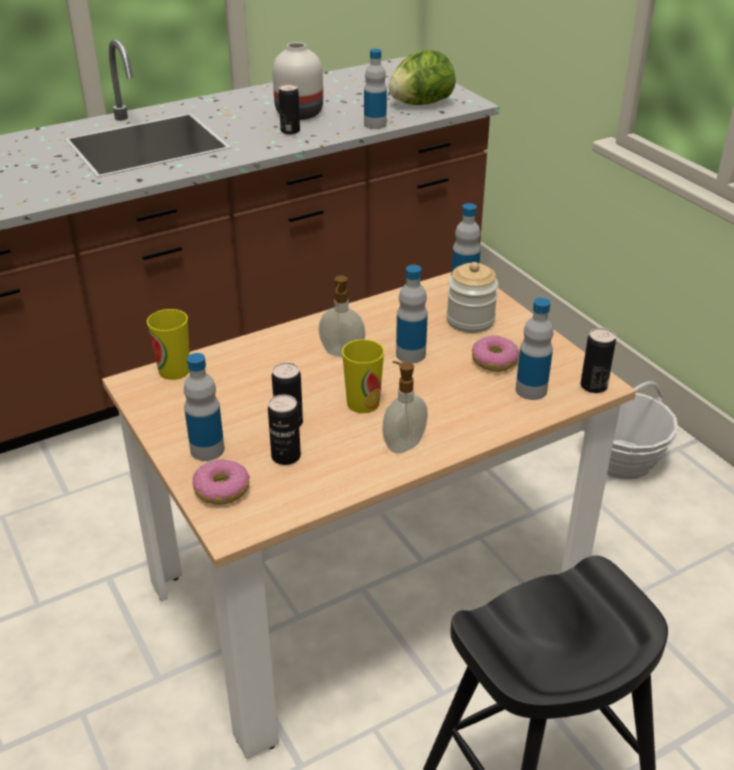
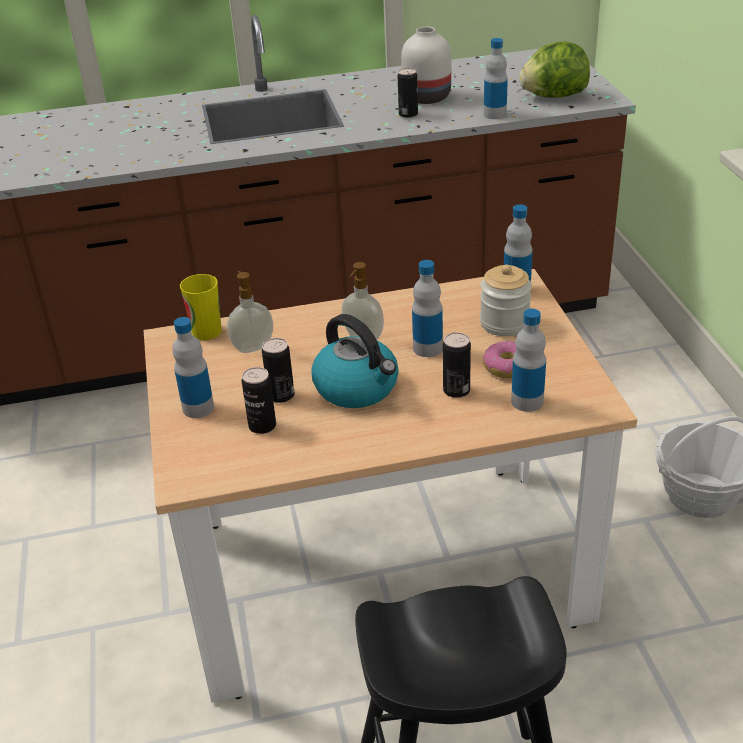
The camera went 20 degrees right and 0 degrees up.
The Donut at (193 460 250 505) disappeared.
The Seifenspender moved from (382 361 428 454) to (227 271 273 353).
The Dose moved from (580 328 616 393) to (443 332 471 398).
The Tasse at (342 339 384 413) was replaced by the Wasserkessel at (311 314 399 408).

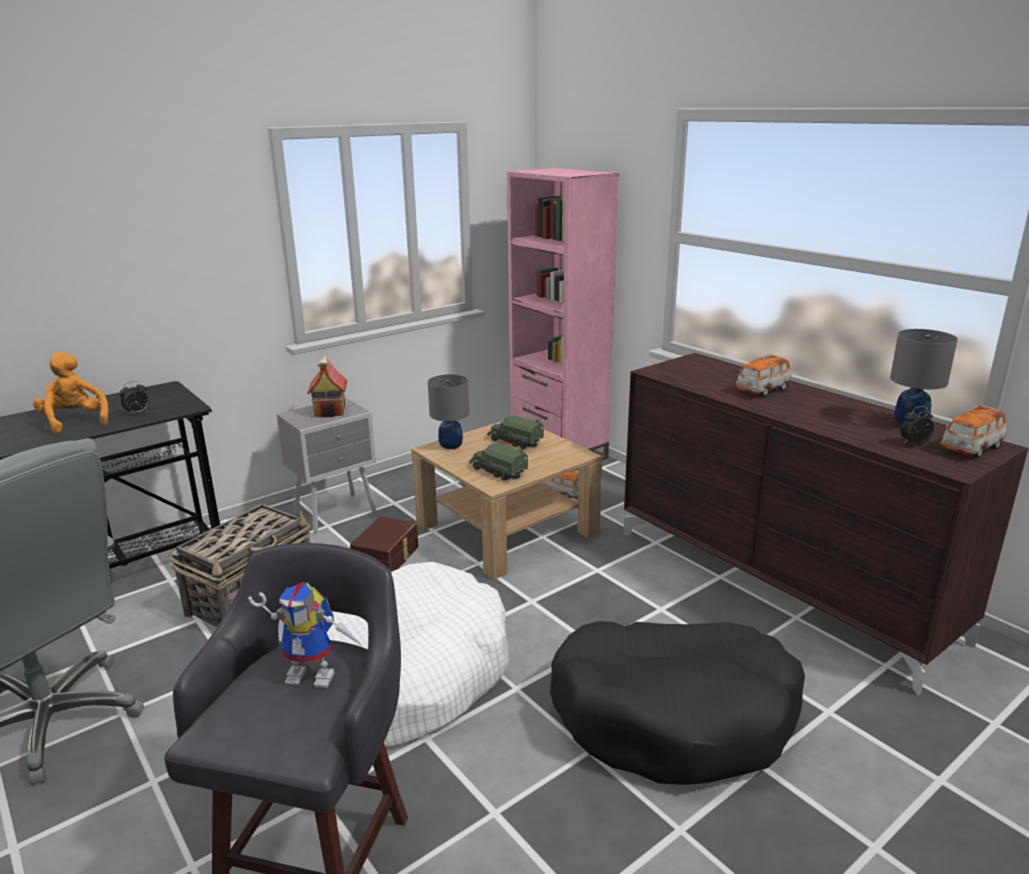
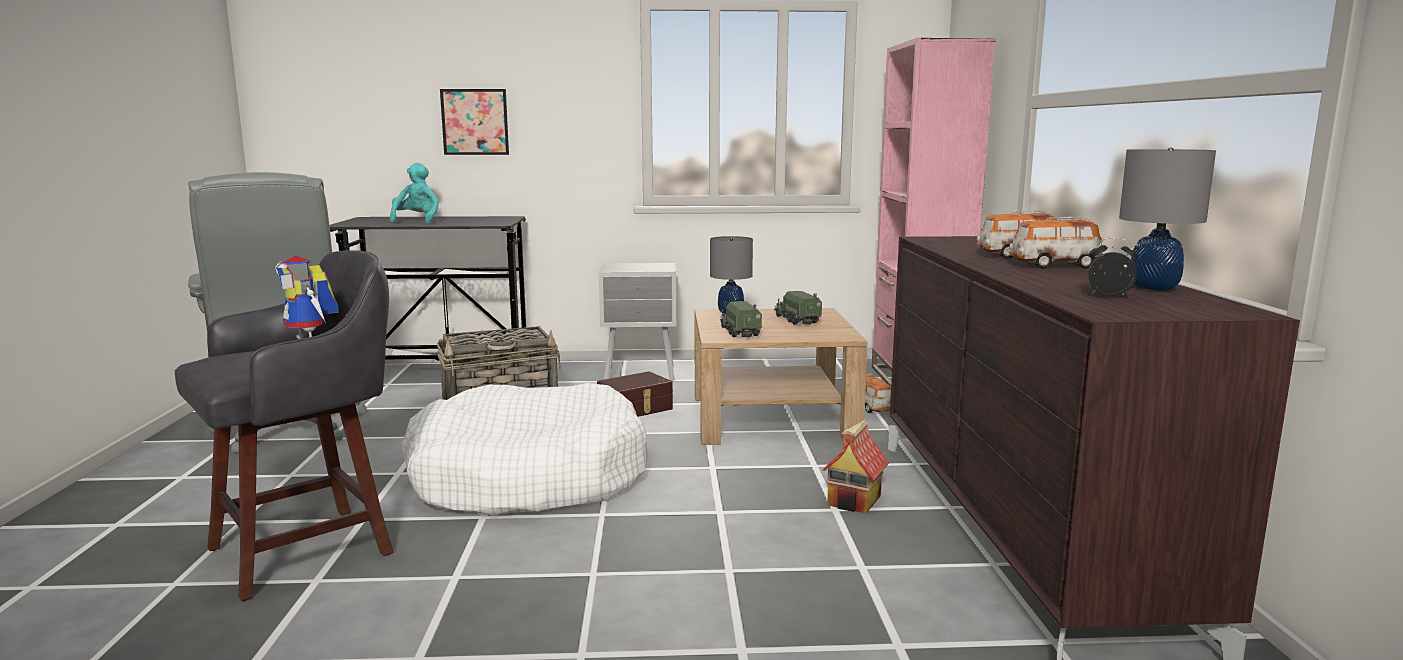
The camera went 35 degrees right and 10 degrees down.
The Wecker at (119 381 149 416) disappeared.
The Hundebett (schwarz) at (550 621 805 785) disappeared.
The Bild at (440 89 509 155) appeared.
The Spielzeughaus moved from (307 354 347 417) to (823 419 889 514).
The Spielzeugauto moved from (940 404 1007 458) to (1009 216 1103 268).
The Plüschtier (orange) at (33 352 109 434) became the Plüschtier (türkis) at (390 163 439 224).

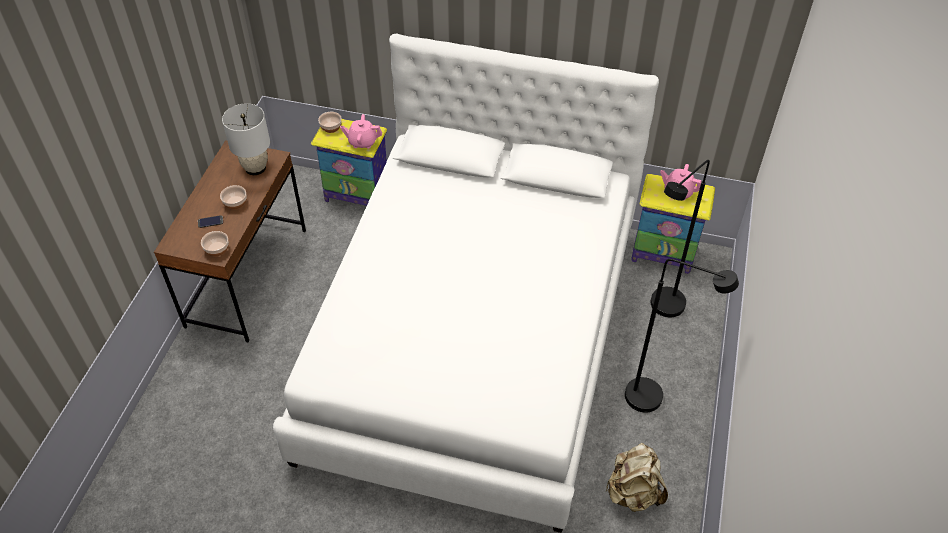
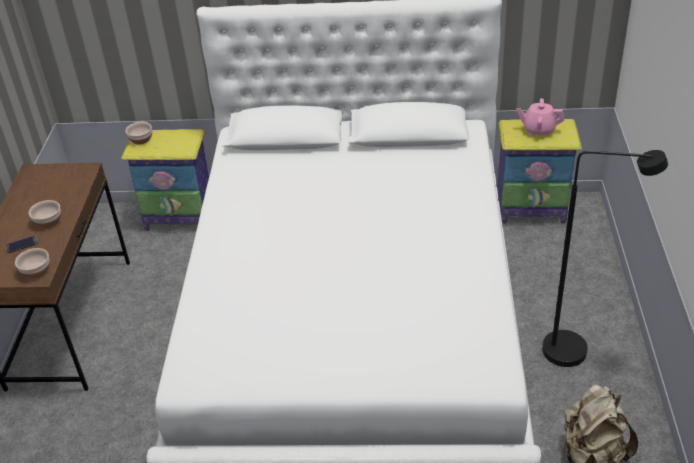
The camera went 10 degrees left and 10 degrees down.
The Tischlampe (weiß) at (222 103 270 175) disappeared.
The Teekanne (rosa) at (340 114 382 149) disappeared.
The Stehlampe (schwarz) at (651 160 710 317) disappeared.

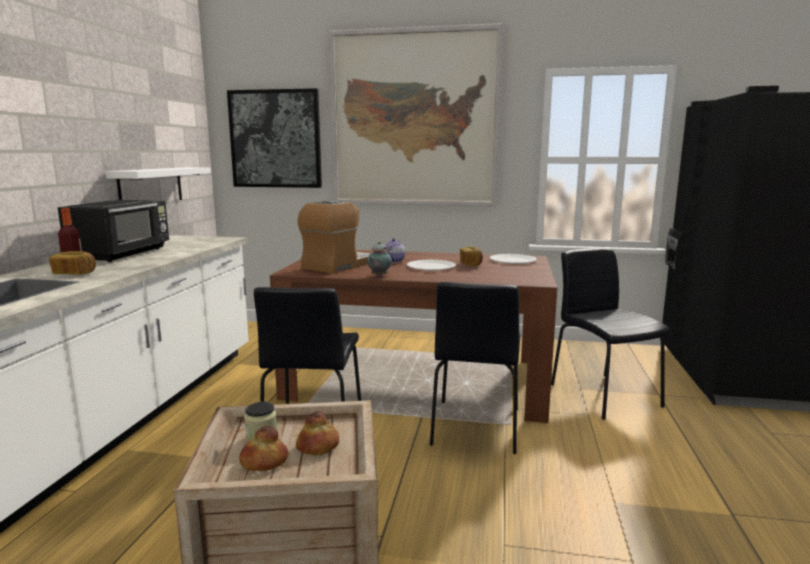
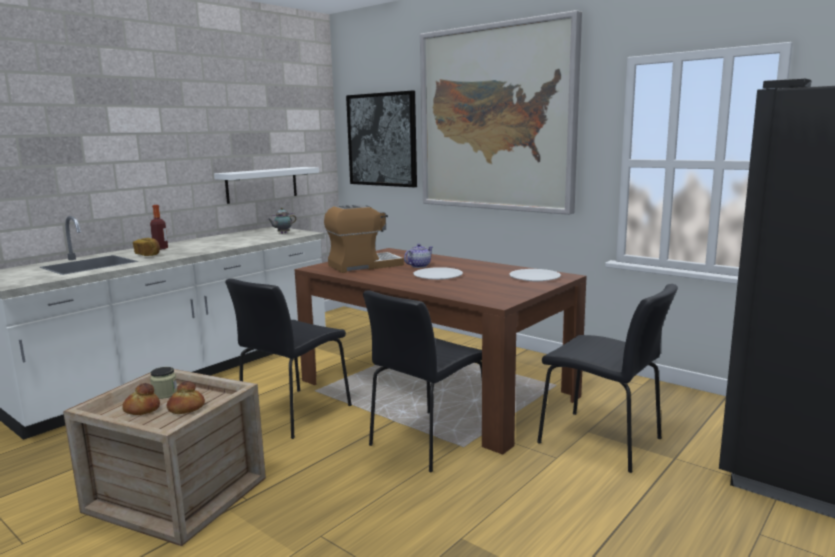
The camera went 30 degrees right and 0 degrees up.
The Mikrowelle (schwarz) at (58 200 169 262) disappeared.
The Brot at (460 247 483 266) disappeared.
The Teekanne moved from (367 241 392 277) to (267 208 296 234).
The Stuhl (schwarz) at (551 248 671 420) turned 120 degrees clockwise.

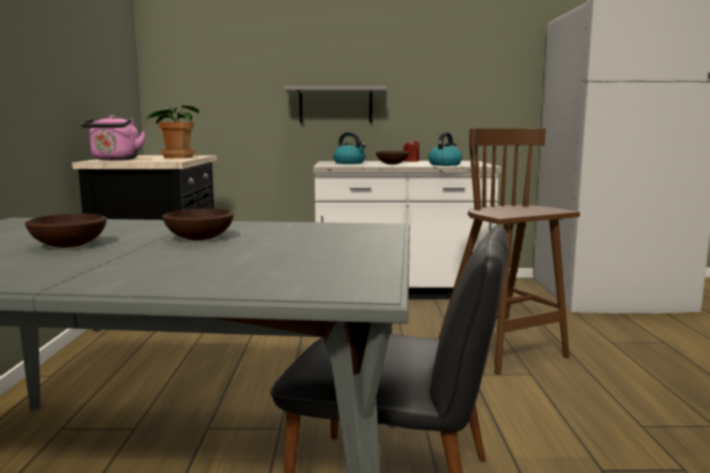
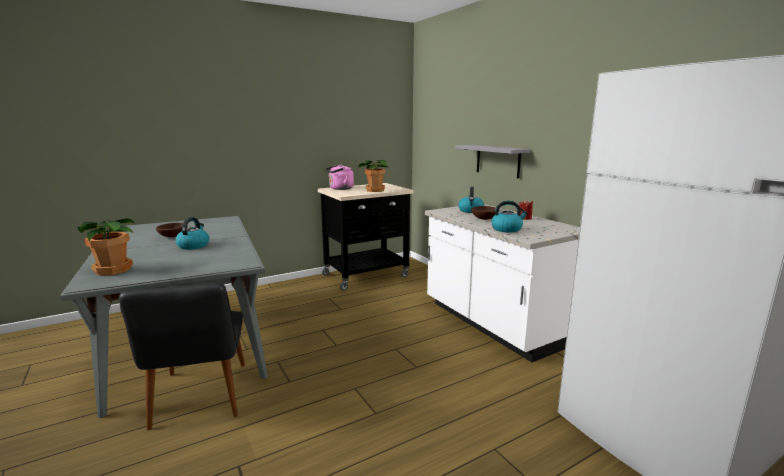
The camera went 60 degrees right and 5 degrees up.
The Hocker (braun) at (438 128 580 375) disappeared.
The Topfpflanze at (78 218 134 276) appeared.
The Schüssel (braun) at (162 209 234 240) was replaced by the Wasserkessel at (175 217 209 250).

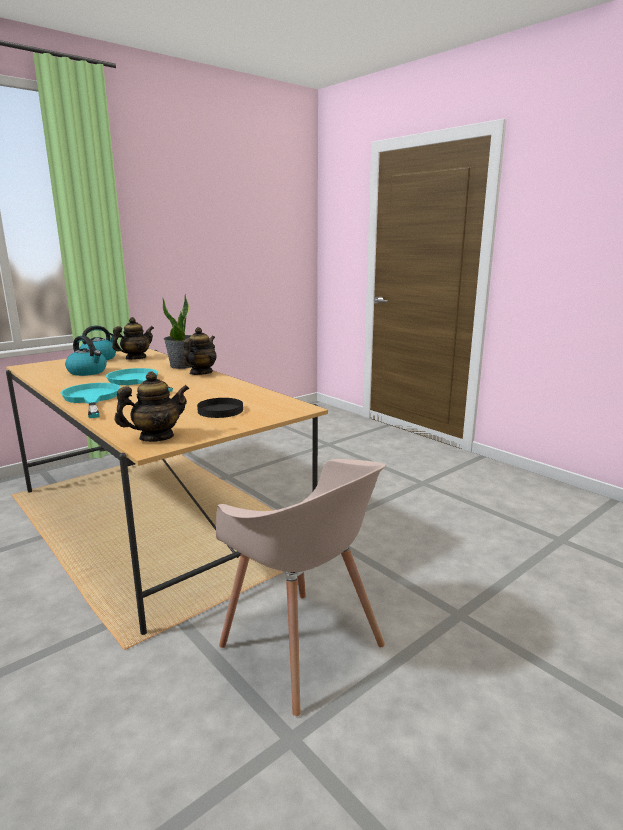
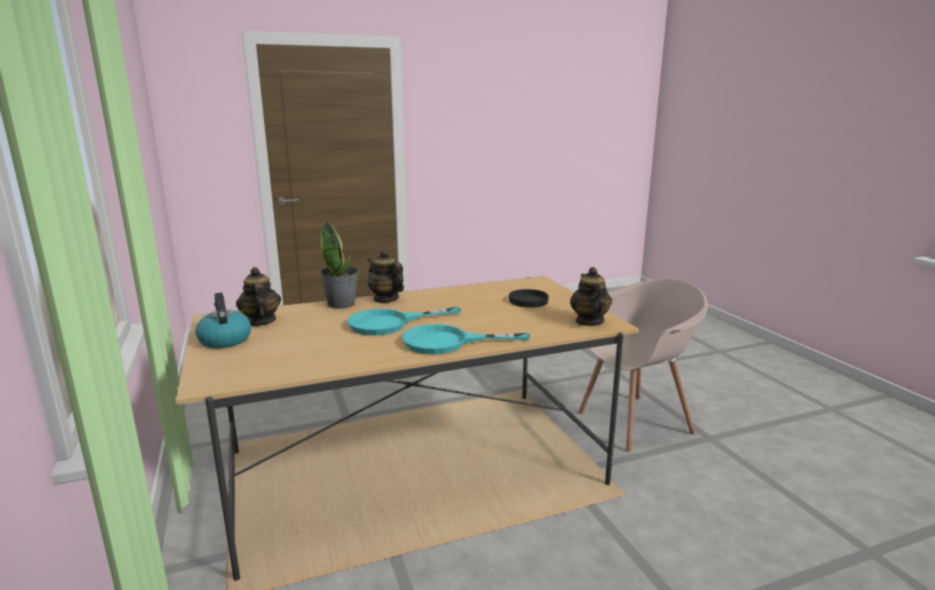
The camera went 70 degrees left and 0 degrees up.
The Wasserkessel at (65 336 107 376) disappeared.

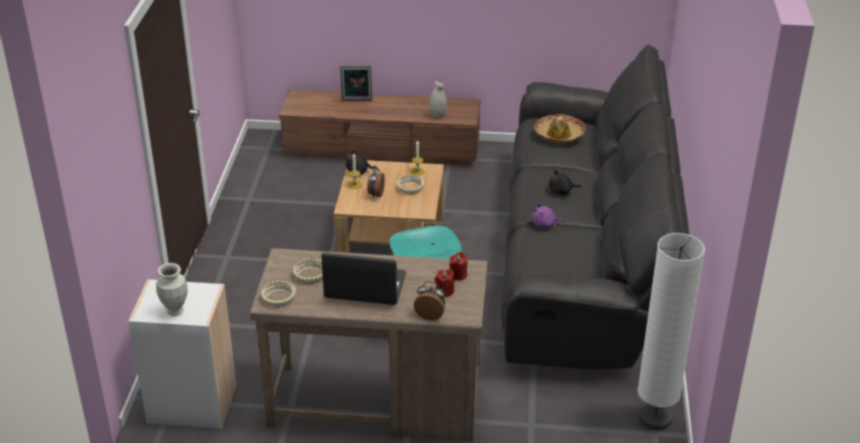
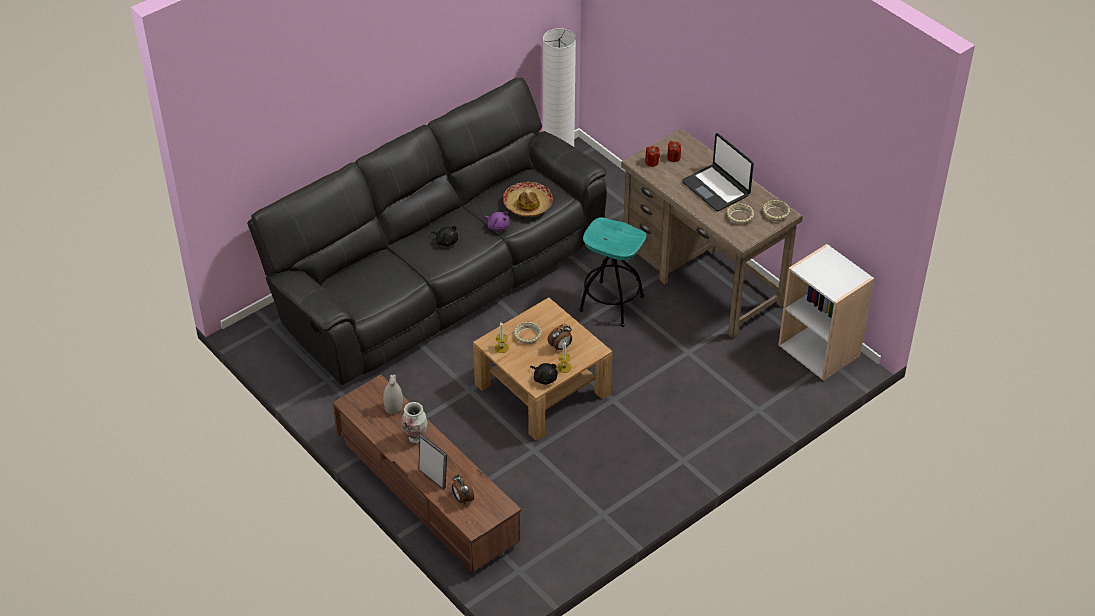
The camera went 135 degrees left and 10 degrees up.
The Vase moved from (156 263 188 316) to (402 402 428 443).
The Wecker moved from (414 281 445 320) to (452 474 474 504).
The Hut moved from (534 114 585 143) to (503 182 553 217).

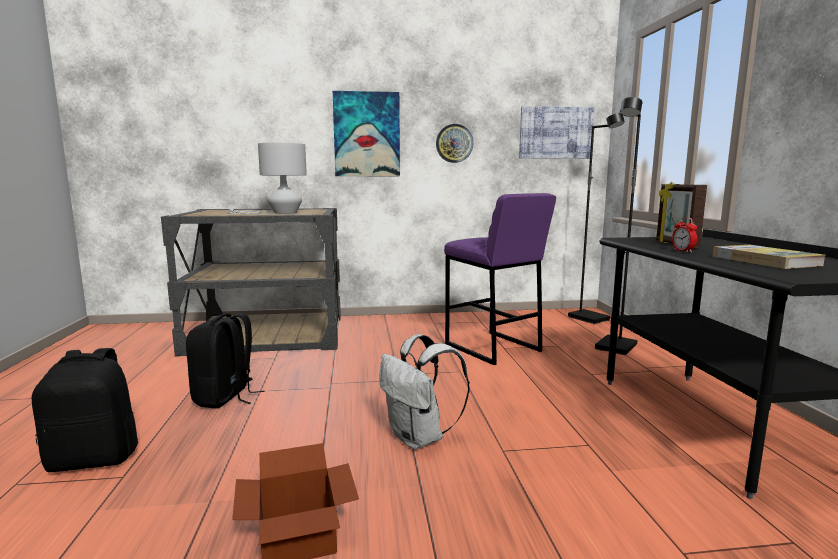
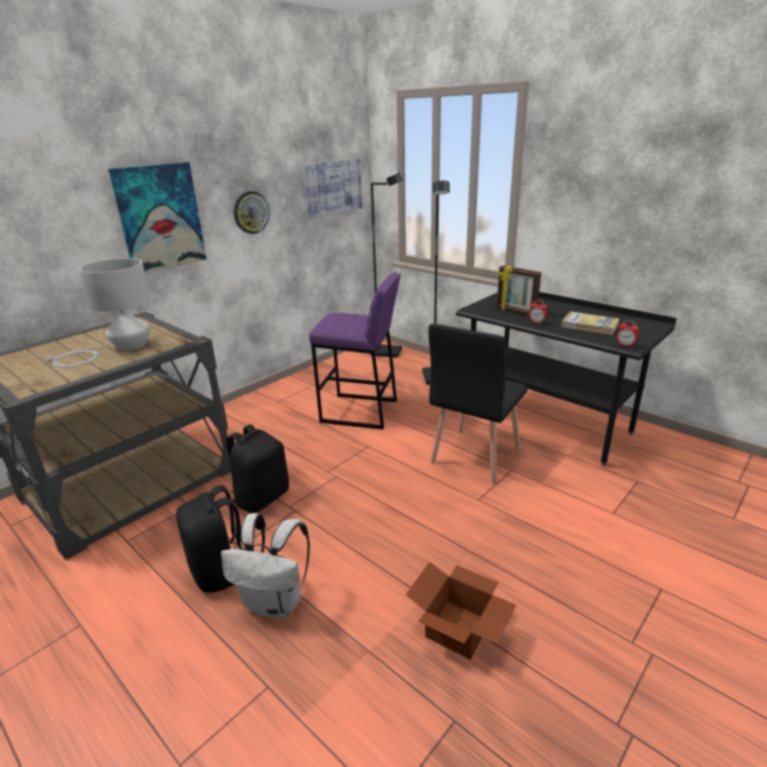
The camera went 40 degrees left and 15 degrees up.
The Stuhl (schwarz) at (428 324 528 484) appeared.
The Wecker at (616 320 639 348) appeared.
The Rucksack (schwarz) moved from (32 348 138 472) to (226 424 289 513).
The Rucksack (weiß) moved from (379 334 470 449) to (221 513 310 619).

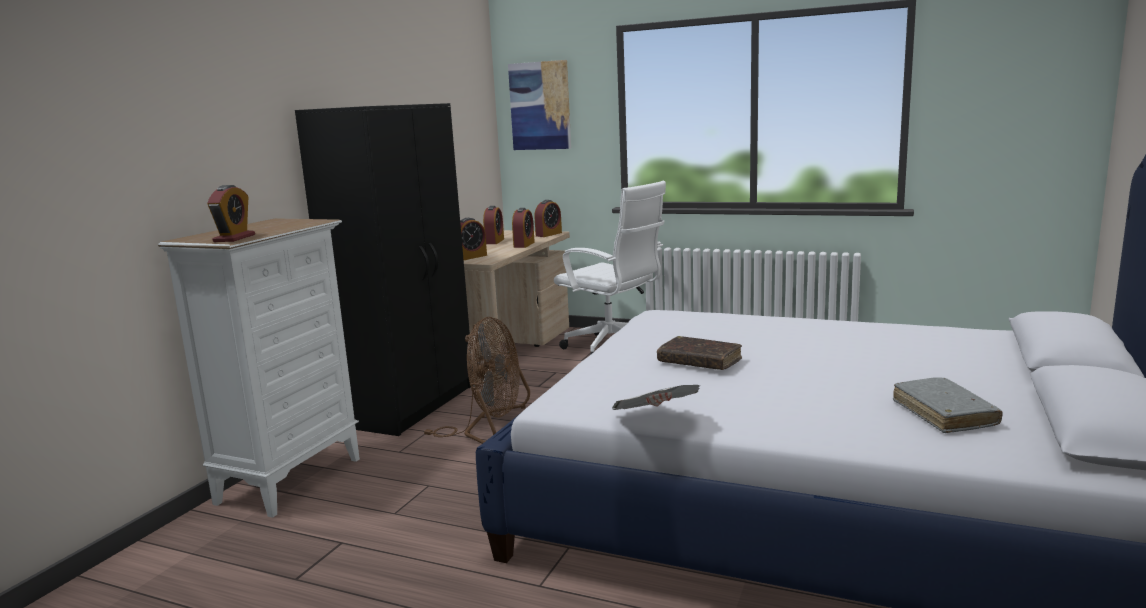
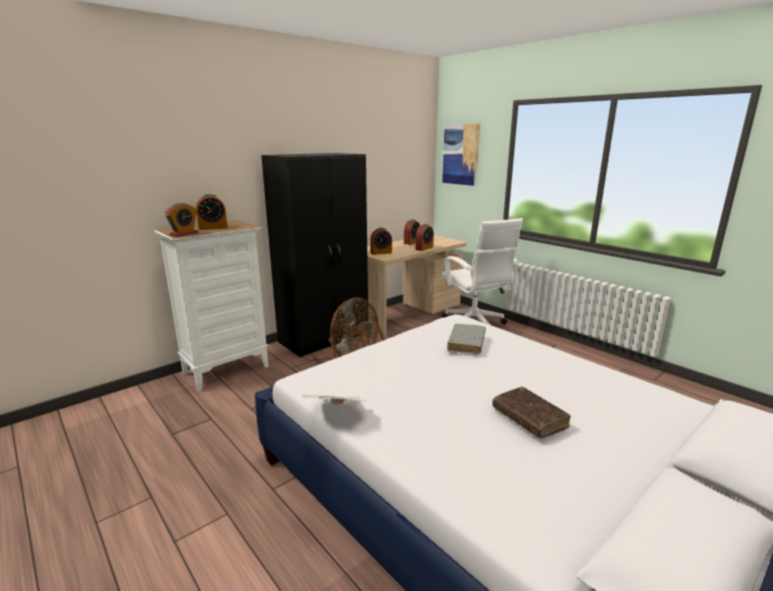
The camera went 25 degrees right and 5 degrees up.
The Wecker moved from (535 200 562 237) to (196 194 228 230).
The Buch (braun) moved from (657 336 742 370) to (492 387 571 438).
The Buch (grau) moved from (893 378 1003 433) to (447 324 486 354).

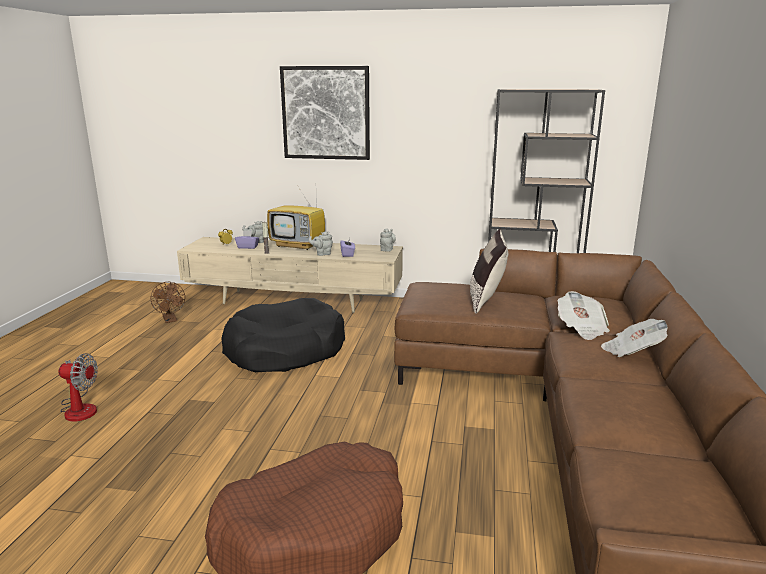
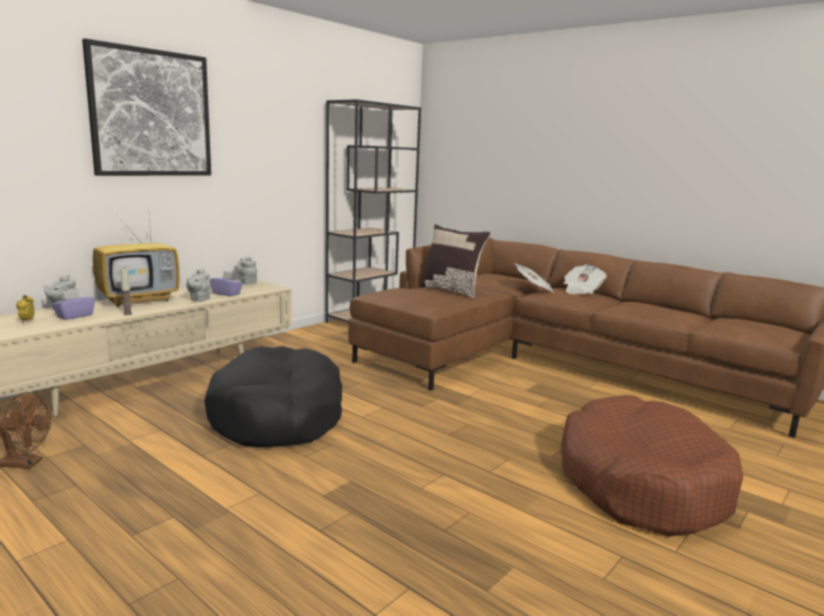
The camera went 60 degrees left and 5 degrees down.
The Ventilator at (58 353 98 422) disappeared.

